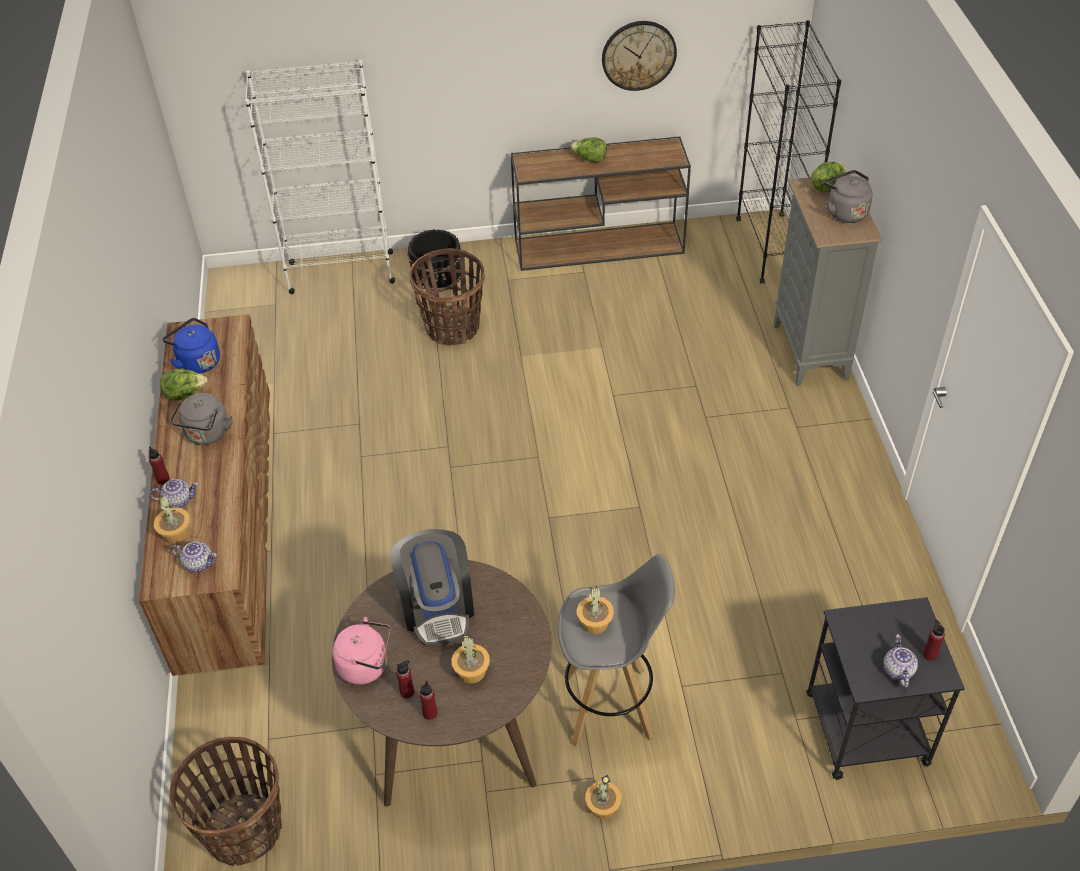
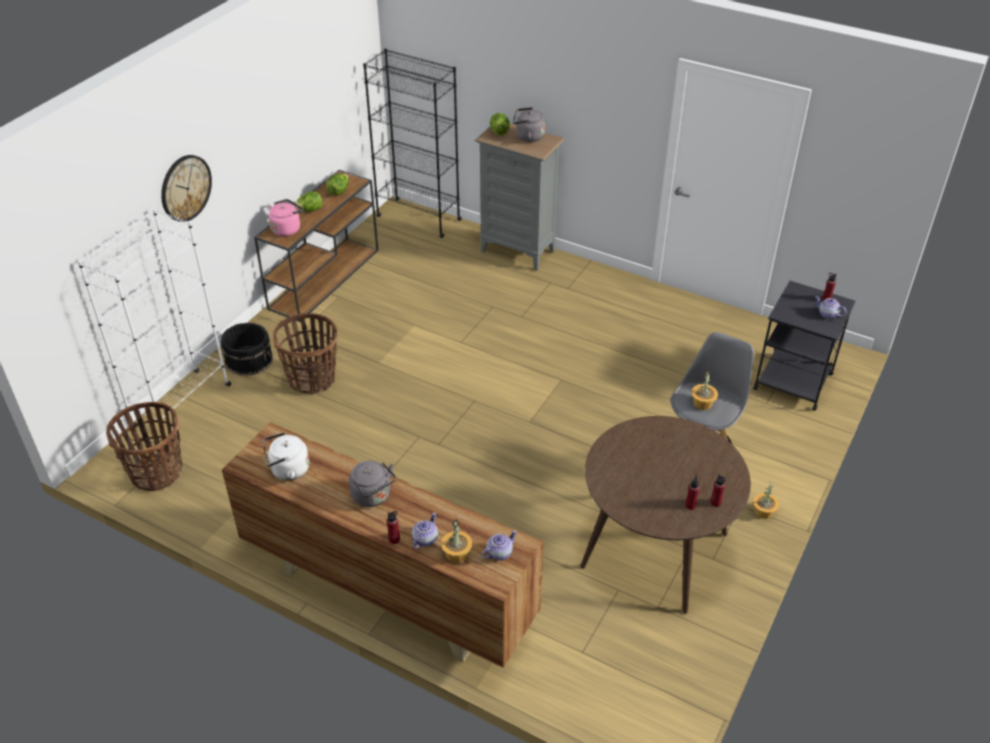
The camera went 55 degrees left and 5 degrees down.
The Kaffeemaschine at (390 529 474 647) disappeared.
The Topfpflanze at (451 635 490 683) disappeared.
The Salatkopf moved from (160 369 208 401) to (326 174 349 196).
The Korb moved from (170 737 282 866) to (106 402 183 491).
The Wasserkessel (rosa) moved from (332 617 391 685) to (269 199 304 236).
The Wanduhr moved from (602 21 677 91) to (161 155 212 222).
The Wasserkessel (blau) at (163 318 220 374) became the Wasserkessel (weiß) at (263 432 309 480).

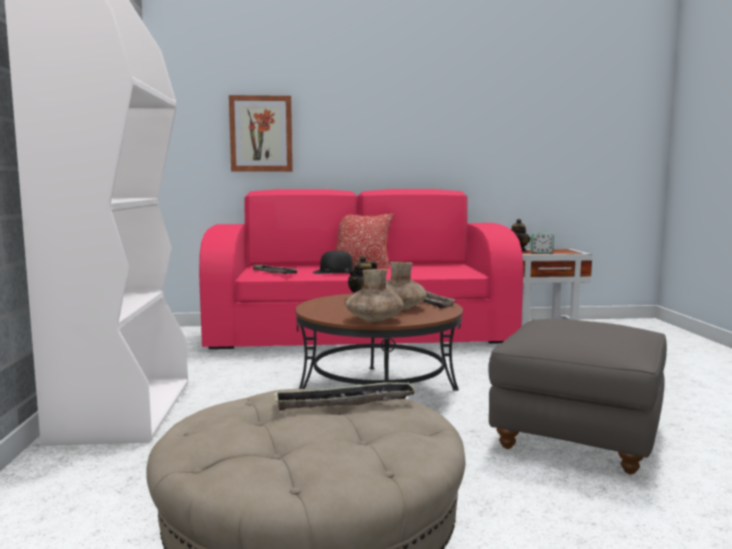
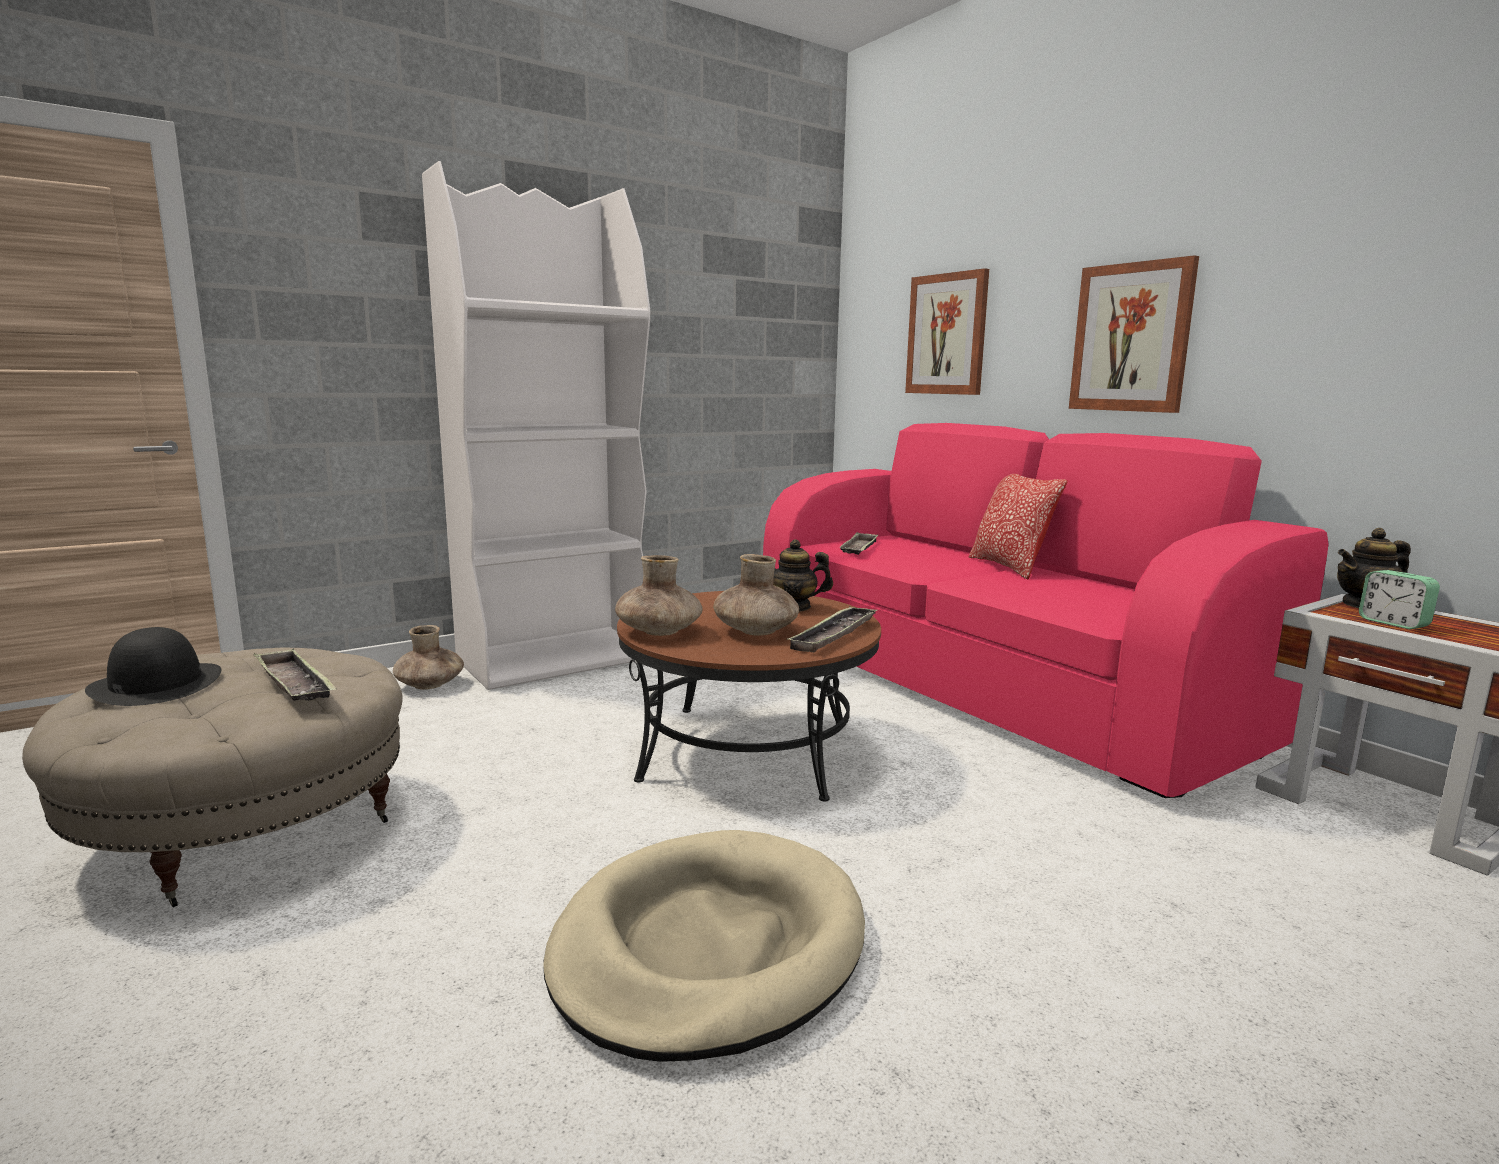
The camera went 60 degrees right and 5 degrees up.
The Vase (braun) at (393 625 464 690) appeared.
The Bild at (1069 255 1199 413) appeared.
The Hut (schwarz) moved from (313 251 353 274) to (85 627 221 706).
The Polsterhocker (grau) at (488 319 667 475) was replaced by the Hundebett (beige) at (543 830 865 1062).

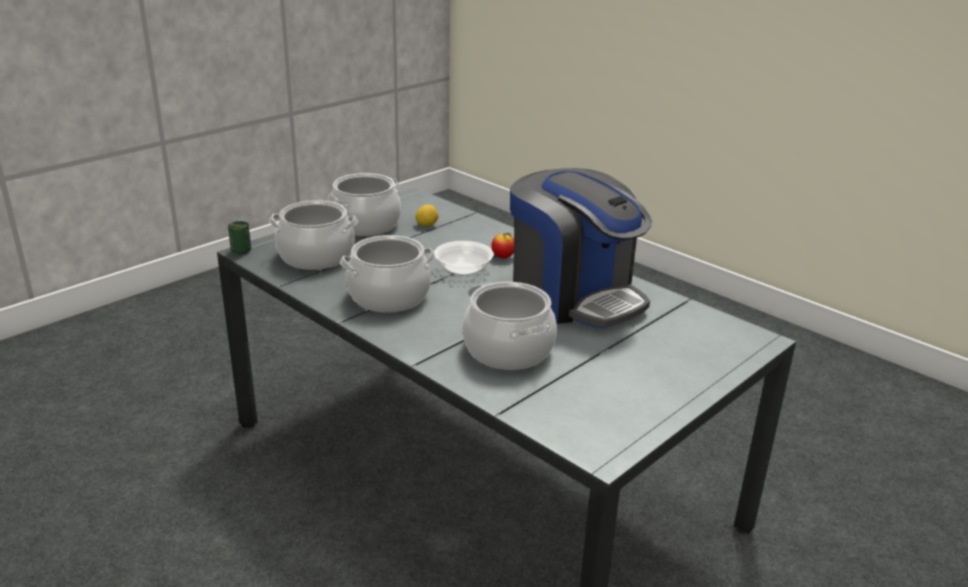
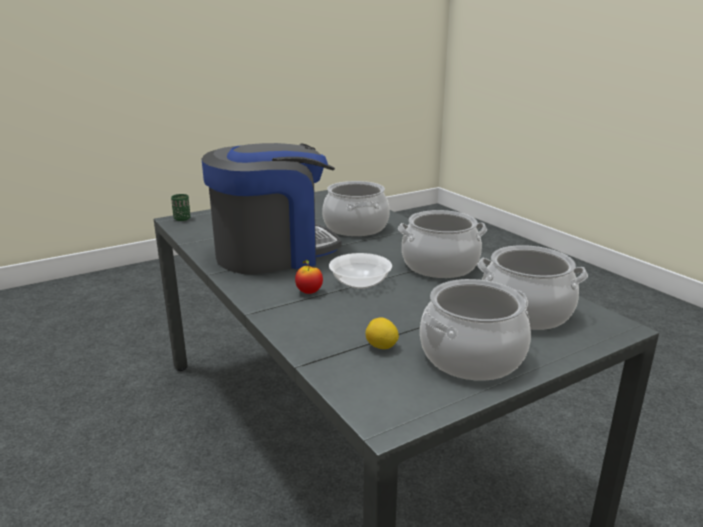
The camera went 165 degrees left and 5 degrees down.
The Tasse (grün) moved from (228 221 251 255) to (171 194 190 221).
The Kaffeemaschine at (510 168 652 329) turned 90 degrees clockwise.

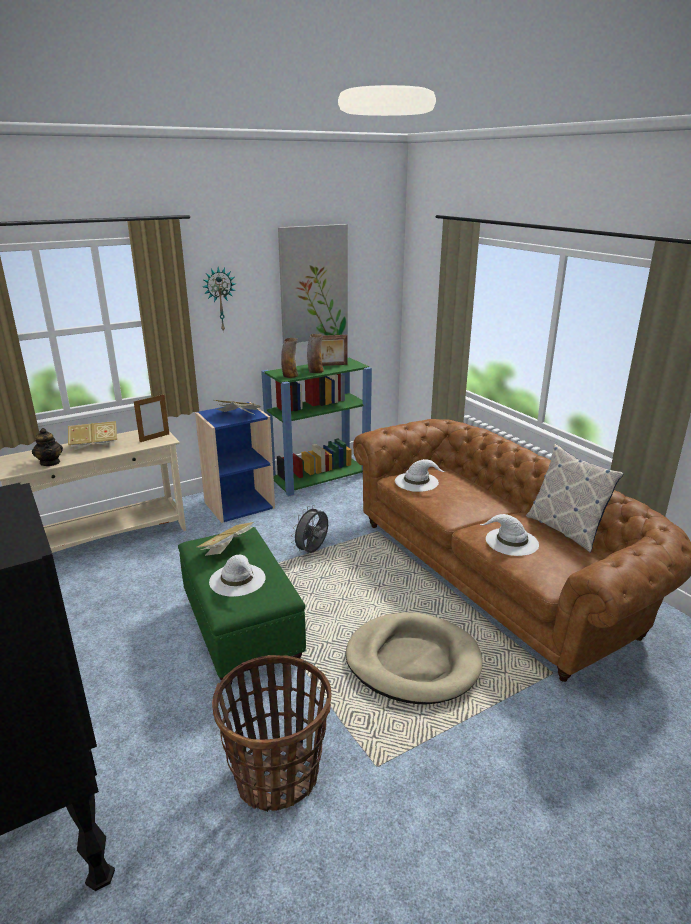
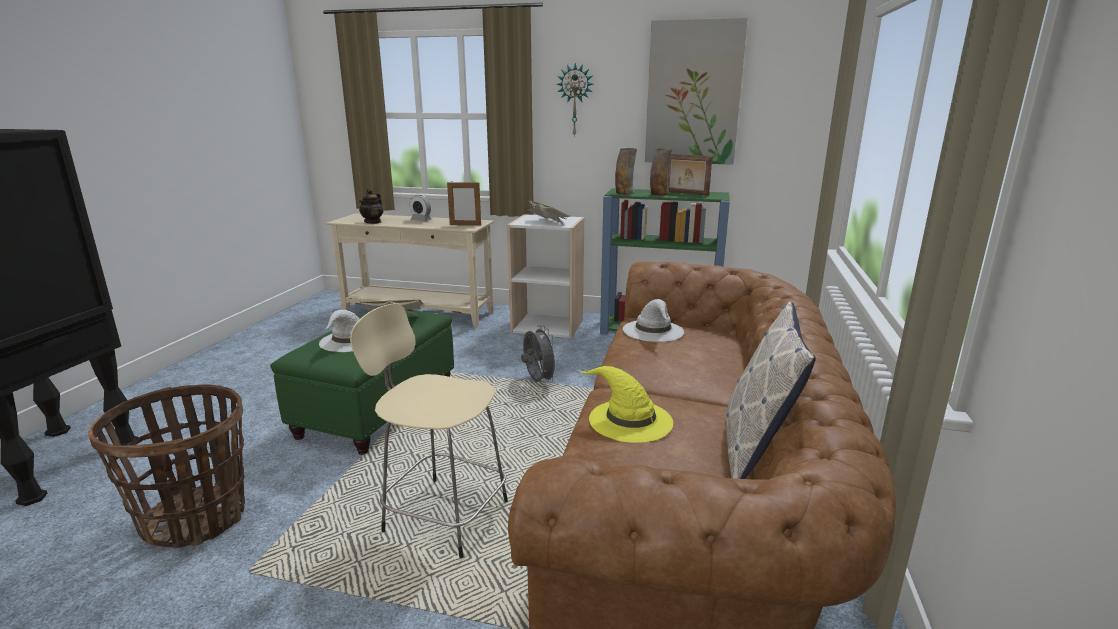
The camera went 45 degrees right and 5 degrees down.
The Buch at (68 421 117 450) was replaced by the Wecker at (410 195 431 221).
The Hundebett (beige) at (346 612 482 704) was replaced by the Hocker (beige) at (350 303 508 558).
The Bücherregal (blau) at (195 402 275 523) became the Bücherregal (weiß) at (507 214 584 338).
The Hut (weiß) at (479 514 539 556) became the Hut (gelb) at (579 366 673 443).
The Ventilator (grau) at (291 505 328 553) turned 75 degrees clockwise.

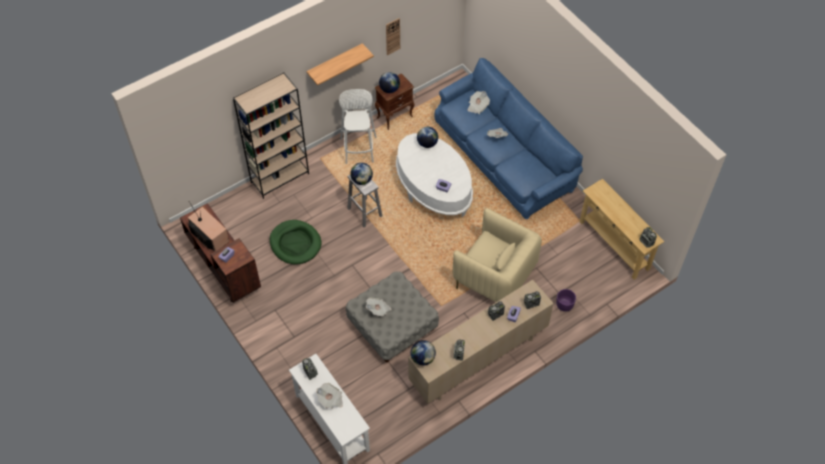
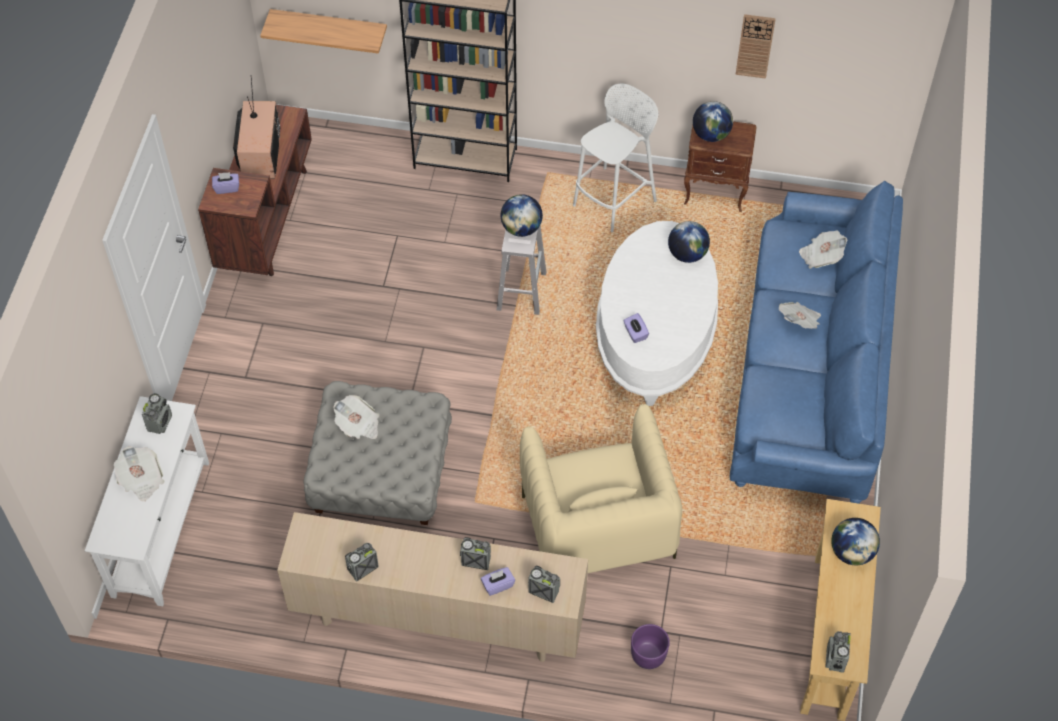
The camera went 45 degrees right and 0 degrees up.
The Hundebett (grün) at (270 220 322 265) disappeared.
The Wandregal moved from (306 43 374 85) to (260 9 387 54).
The Globus moved from (411 340 436 366) to (831 518 880 565).

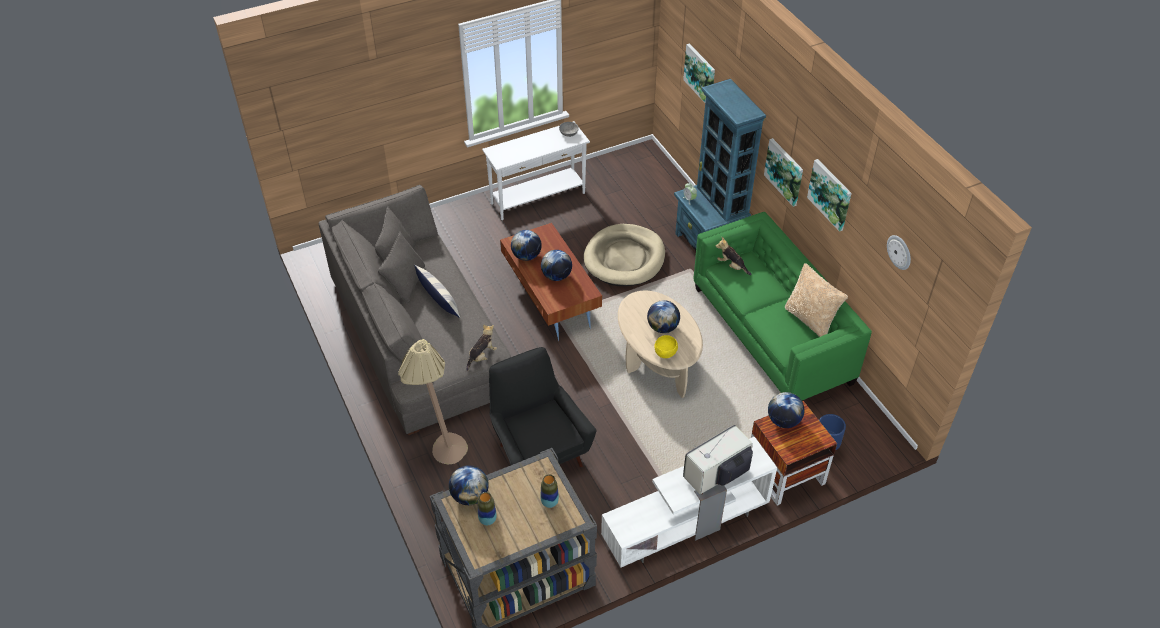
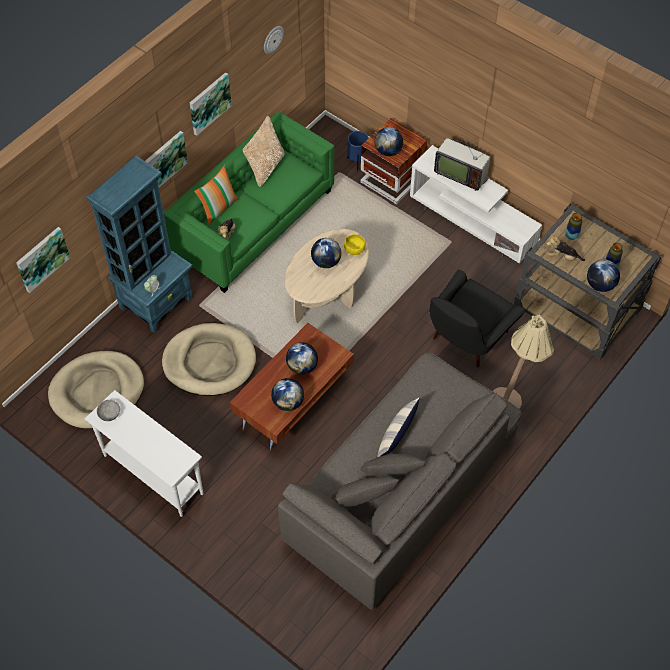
The camera went 115 degrees left and 10 degrees up.
The Hundebett (beige) at (48 351 144 429) appeared.
The Kissen at (194 165 239 225) appeared.
The Plüschtier moved from (466 324 497 371) to (546 234 585 261).

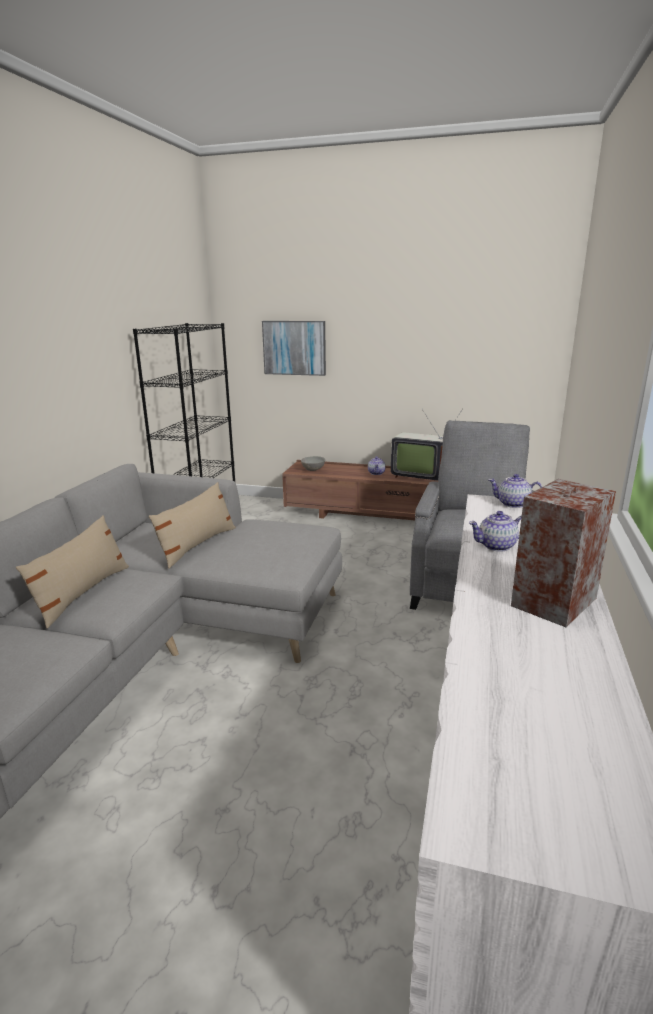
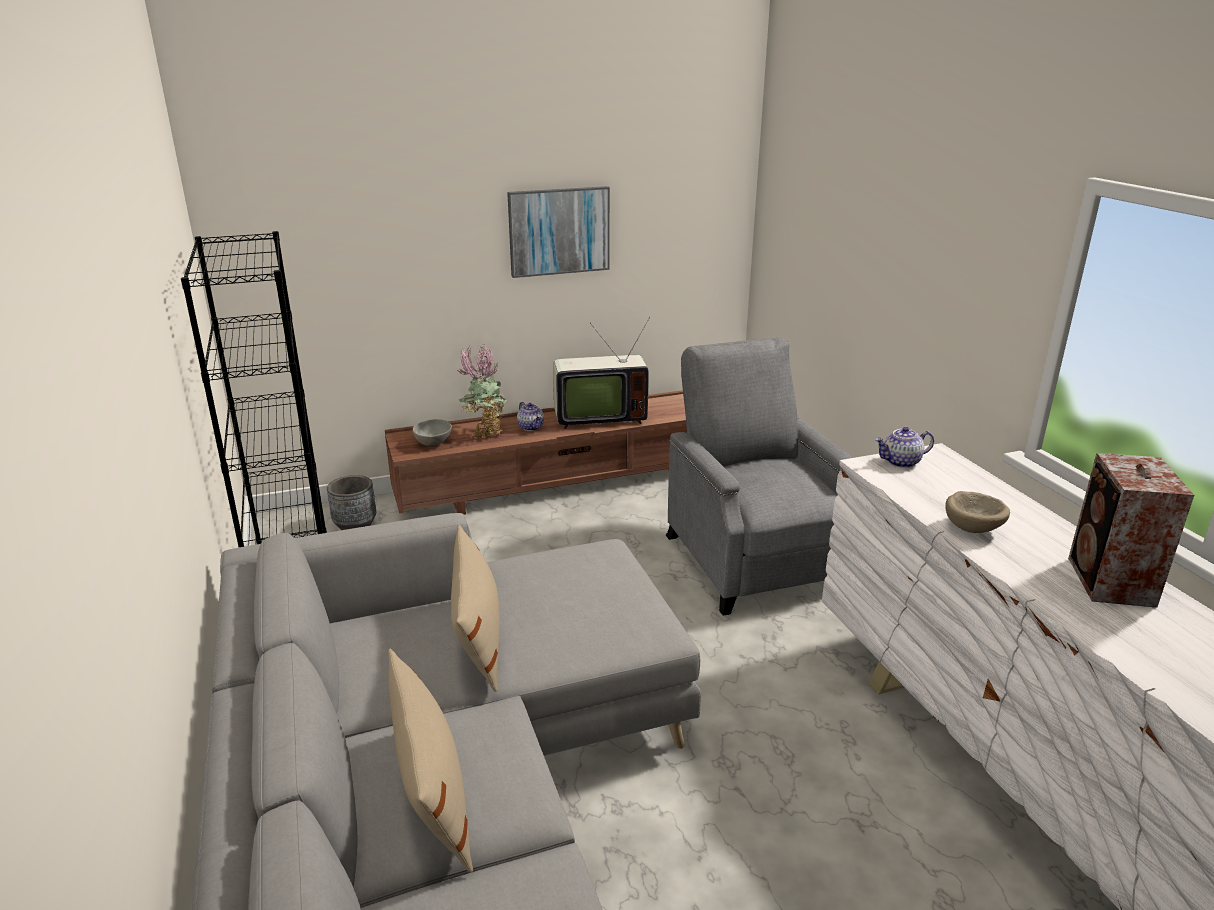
The camera went 35 degrees left and 5 degrees up.
The Pflanzkübel (grau) at (327 475 376 530) appeared.
The Topfpflanze at (457 346 508 439) appeared.
The Bild moved from (262 321 326 376) to (507 186 610 278).
The Teekanne at (469 511 522 551) was replaced by the Schüssel (beige) at (945 491 1010 533).

